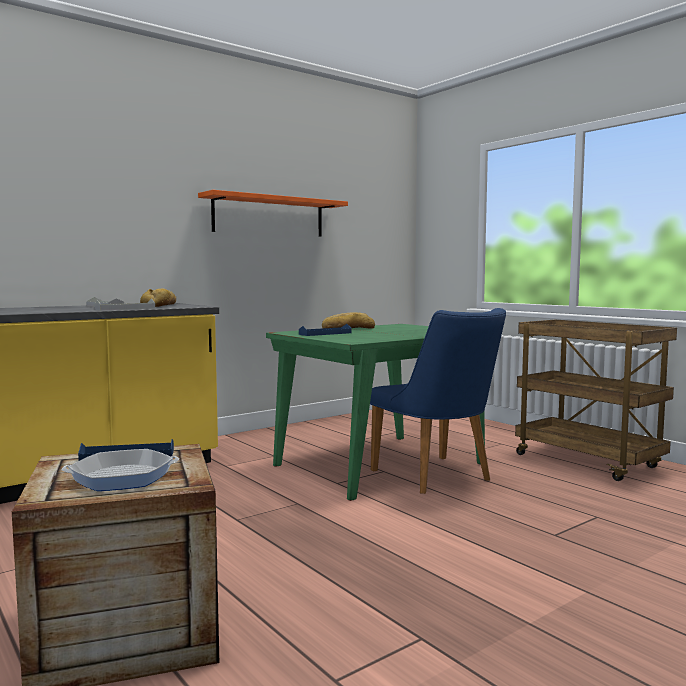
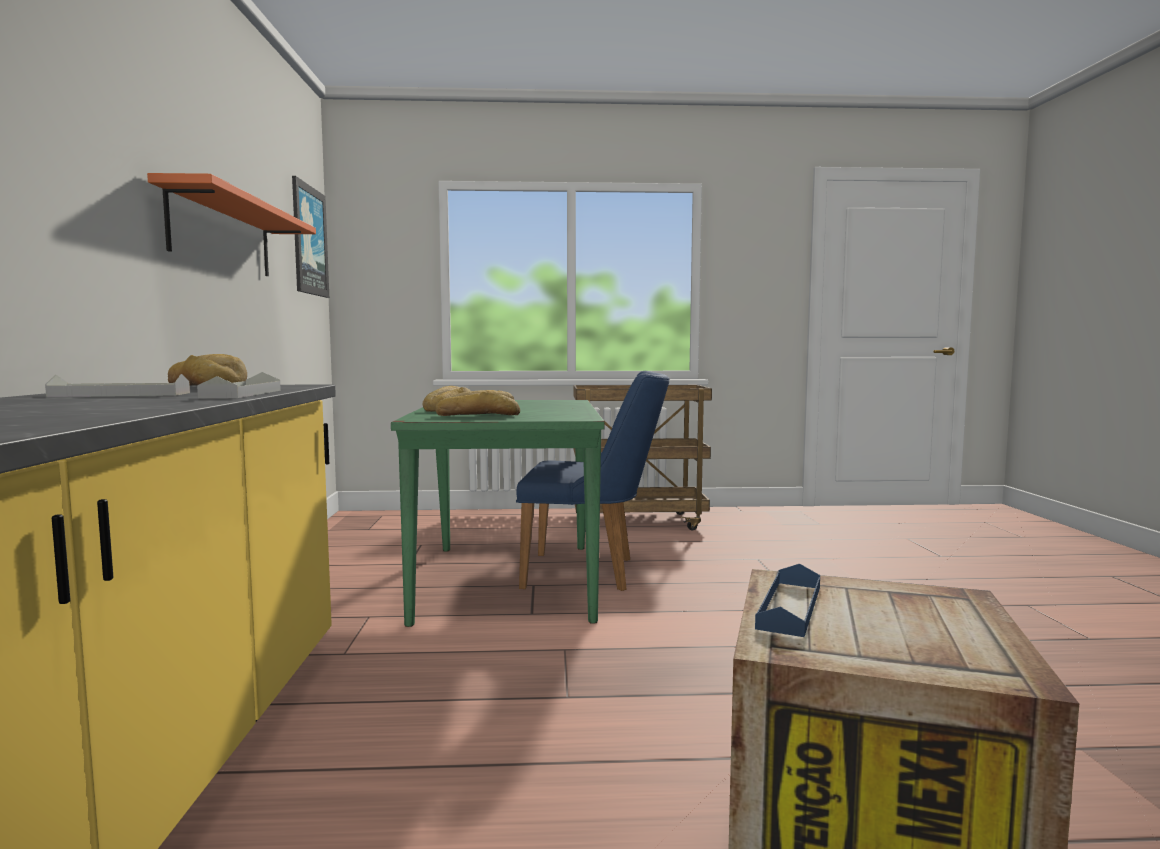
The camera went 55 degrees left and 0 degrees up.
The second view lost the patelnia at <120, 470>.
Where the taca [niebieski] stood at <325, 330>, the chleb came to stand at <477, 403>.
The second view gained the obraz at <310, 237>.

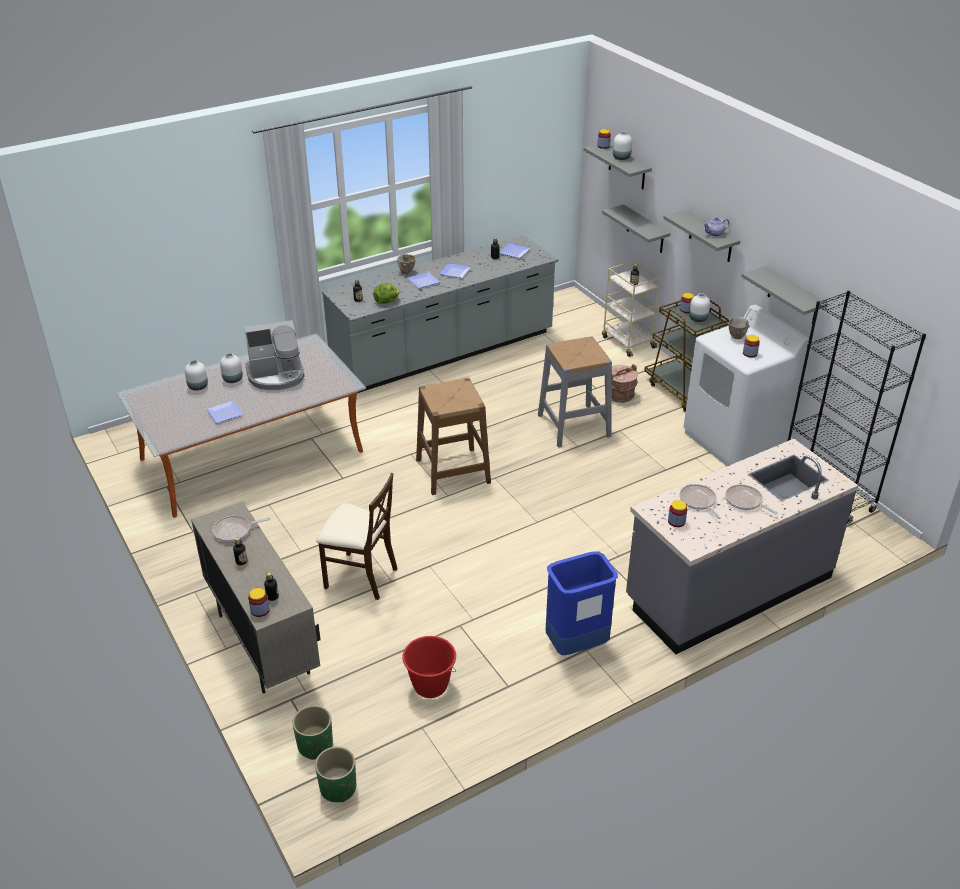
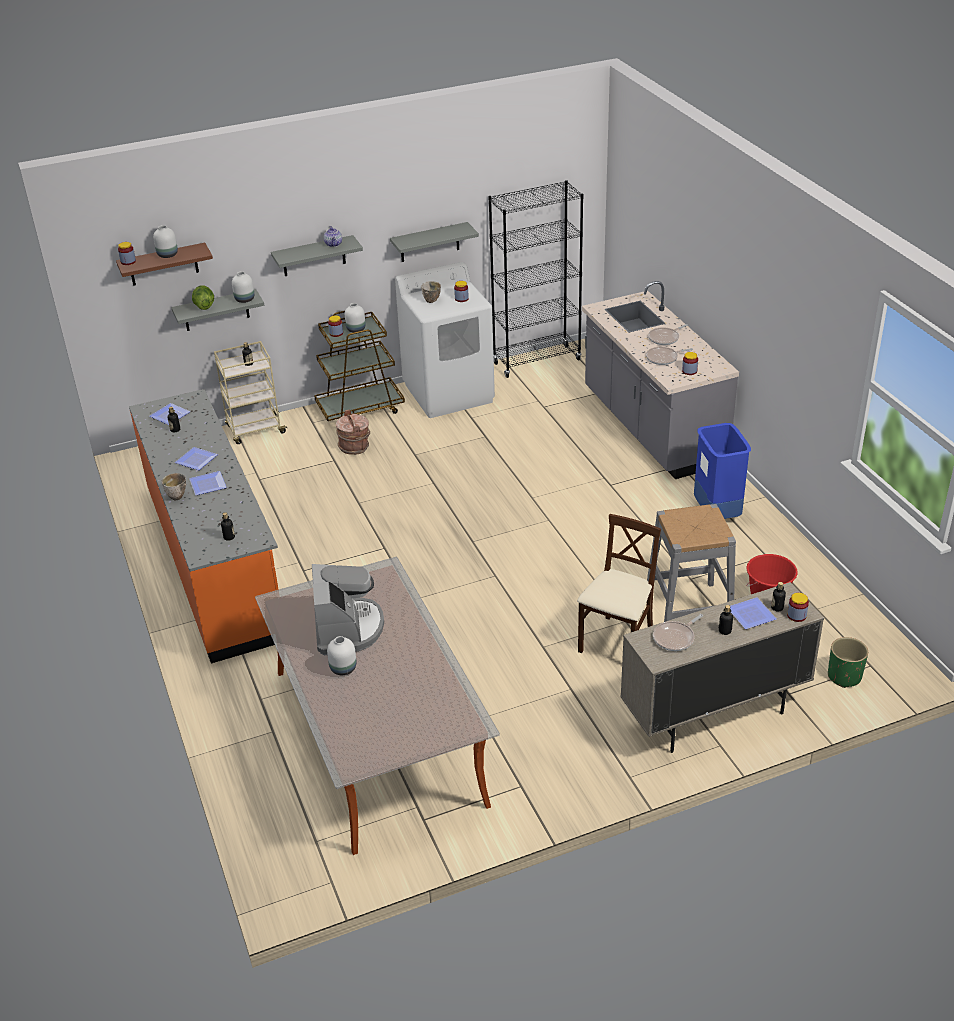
The camera went 80 degrees left and 0 degrees up.
The wazon [biały] ended up elsewhere, having gone from <196, 375> to <243, 287>.
The talerz ended up elsewhere, having gone from <225, 412> to <753, 613>.
The patelnia at <241, 528> ended up facing another way, 60 degrees clockwise from before.
The second view lost the donica [zielony] at <335, 775>.
What was the zabudowa kuchenna [szary] at <440, 314> turned into the zabudowa kuchenna [pomarańczowy] at <204, 526>.
The sałata ended up elsewhere, having gone from <386, 293> to <203, 298>.
The second view lost the stołek [brązowy] at <453, 436>.
The stołek [szary] ended up elsewhere, having gone from <575, 391> to <691, 563>.
What was the półka [szary] at <618, 166> turned into the półka [brązowy] at <164, 264>.

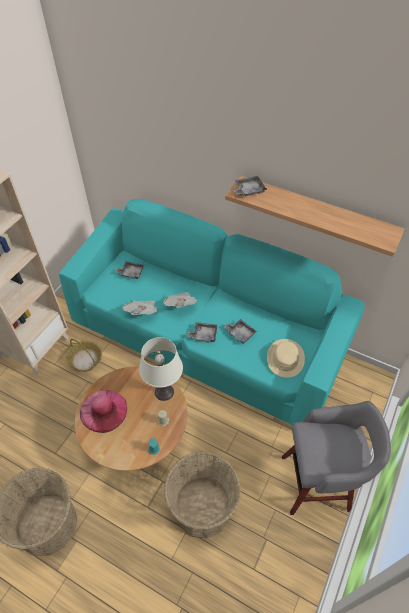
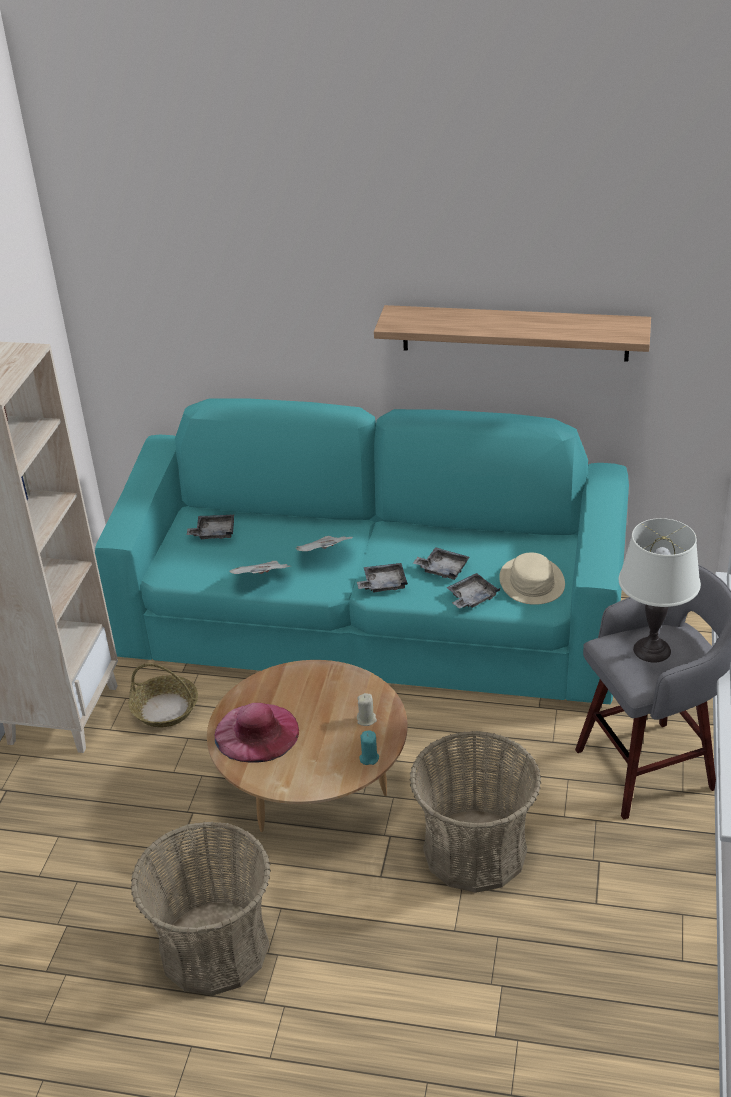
The camera went 15 degrees left and 15 degrees down.
The lampa stołowa [biały] ended up elsewhere, having gone from <161, 369> to <660, 590>.
The taca [szary] ended up elsewhere, having gone from <250, 186> to <473, 591>.

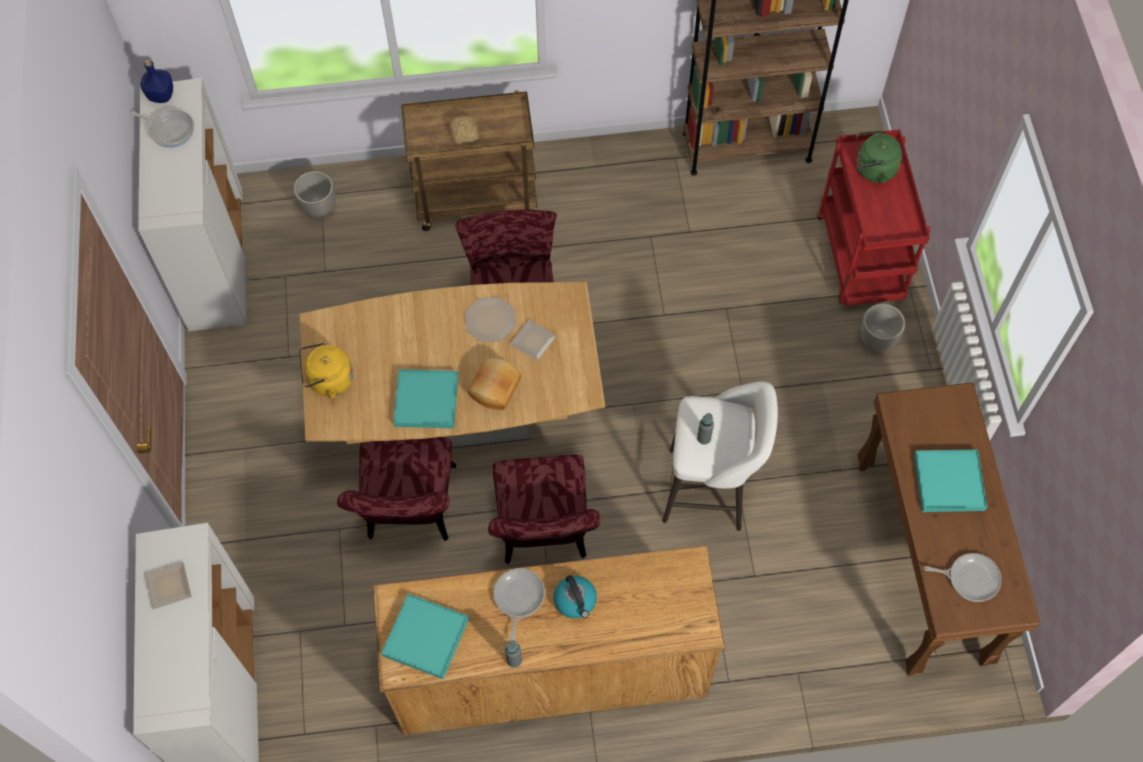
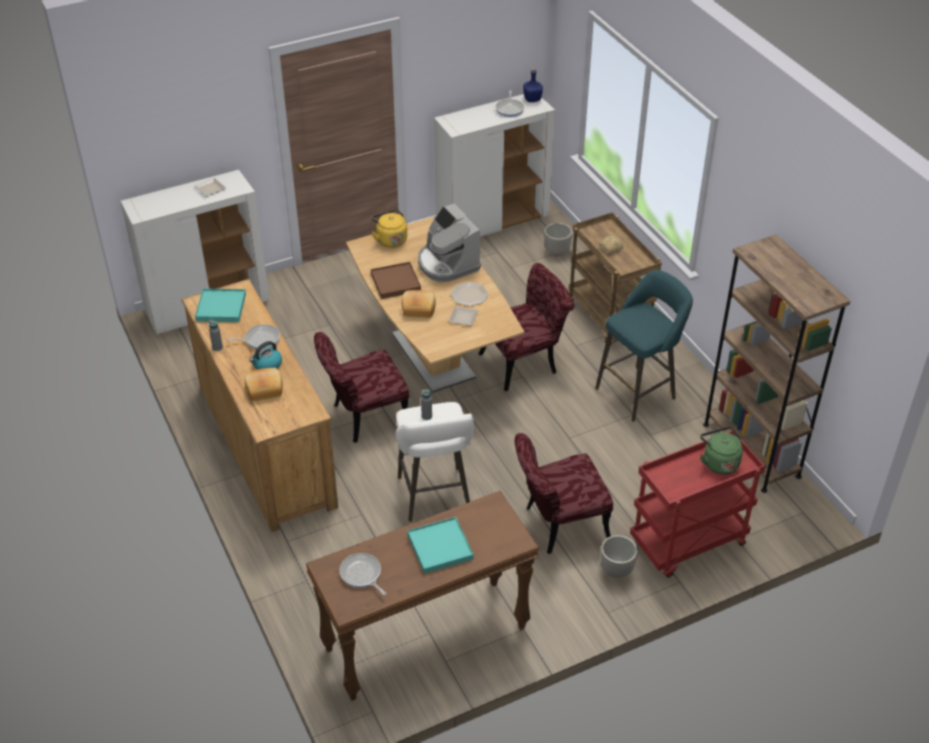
The camera went 70 degrees right and 20 degrees down.
The krzesło [czerwony] ended up elsewhere, having gone from <396, 489> to <564, 493>.
What was the taca [turkusowy] at <425, 399> turned into the taca [brązowy] at <396, 280>.
The patelnia at <963, 577> ended up facing another way, 150 degrees clockwise from before.
The second view gained the chleb at <264, 385>.
The second view gained the ekspres do kawy at <449, 242>.
The second view gained the stołek [turkusowy] at <644, 346>.

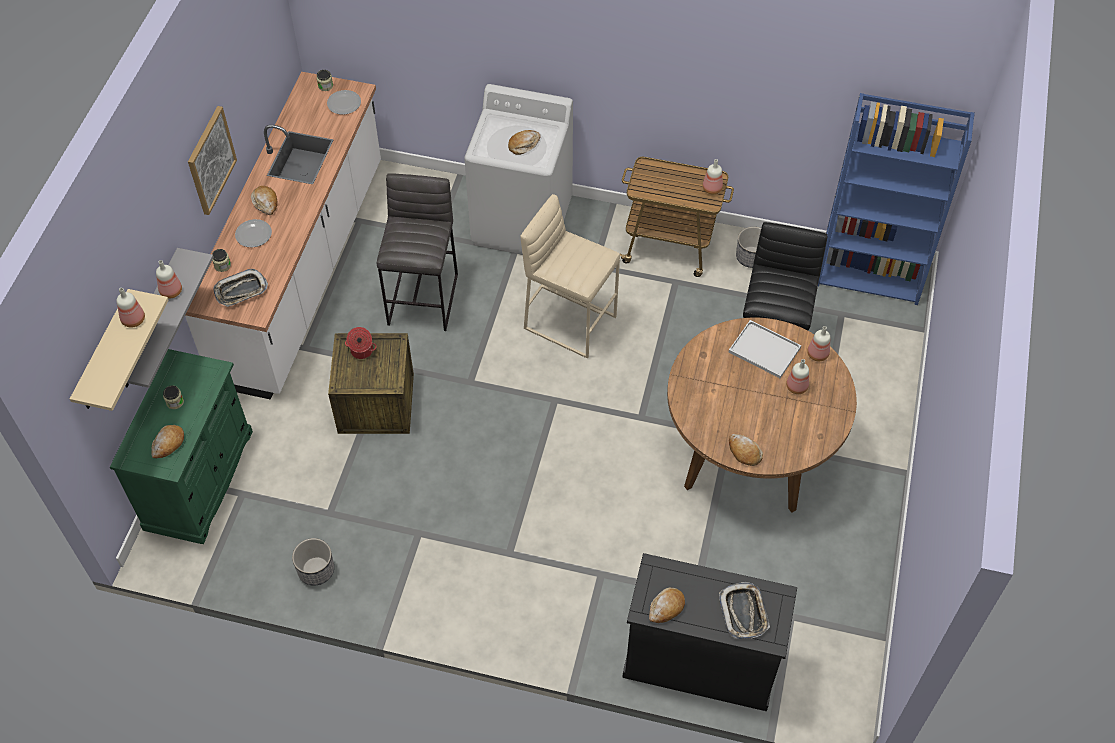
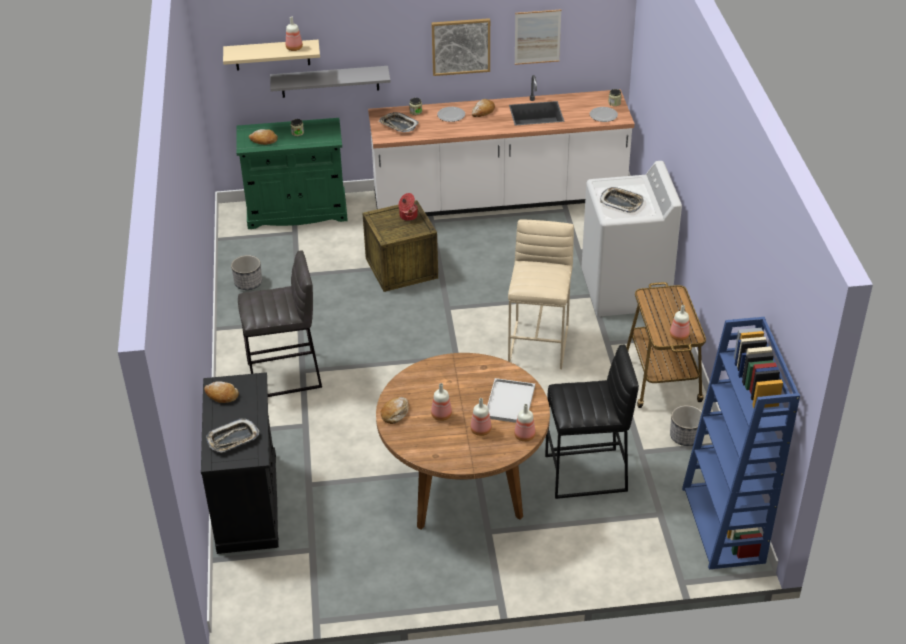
The camera went 70 degrees right and 15 degrees down.
The butelka ended up elsewhere, having gone from <169, 279> to <441, 402>.
The stołek [szary] ended up elsewhere, having gone from <417, 252> to <280, 323>.
Where the chleb stood at <524, 142>, the taca came to stand at <622, 200>.
The second view gained the obraz at <538, 37>.

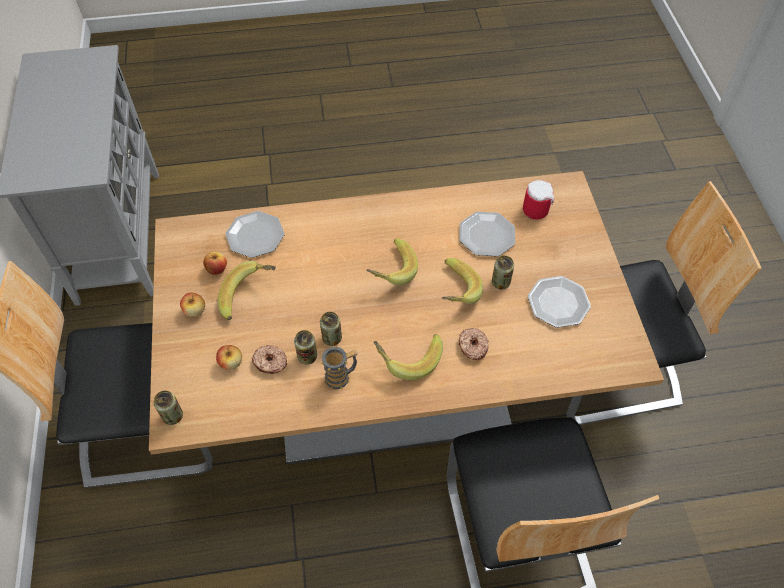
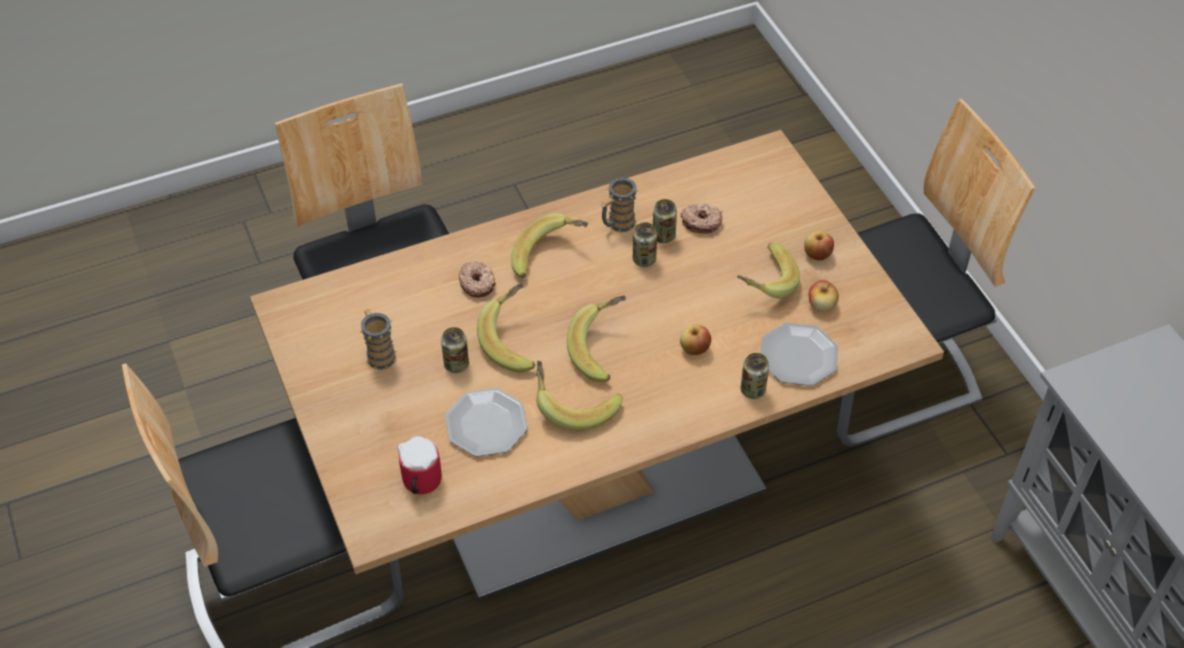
The camera went 165 degrees right and 5 degrees down.
The puszka ended up elsewhere, having gone from <168, 408> to <755, 376>.
The jabłko ended up elsewhere, having gone from <229, 357> to <695, 340>.
Where the talerz stood at <559, 302>, the kubek came to stand at <378, 339>.
The second view gained the banan at <579, 396>.

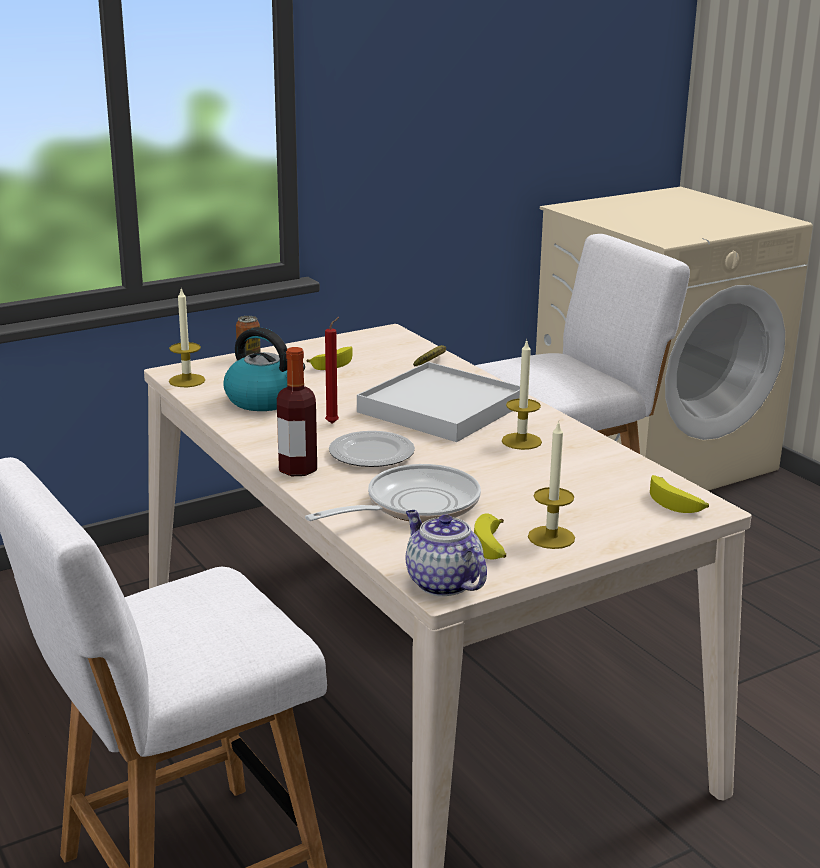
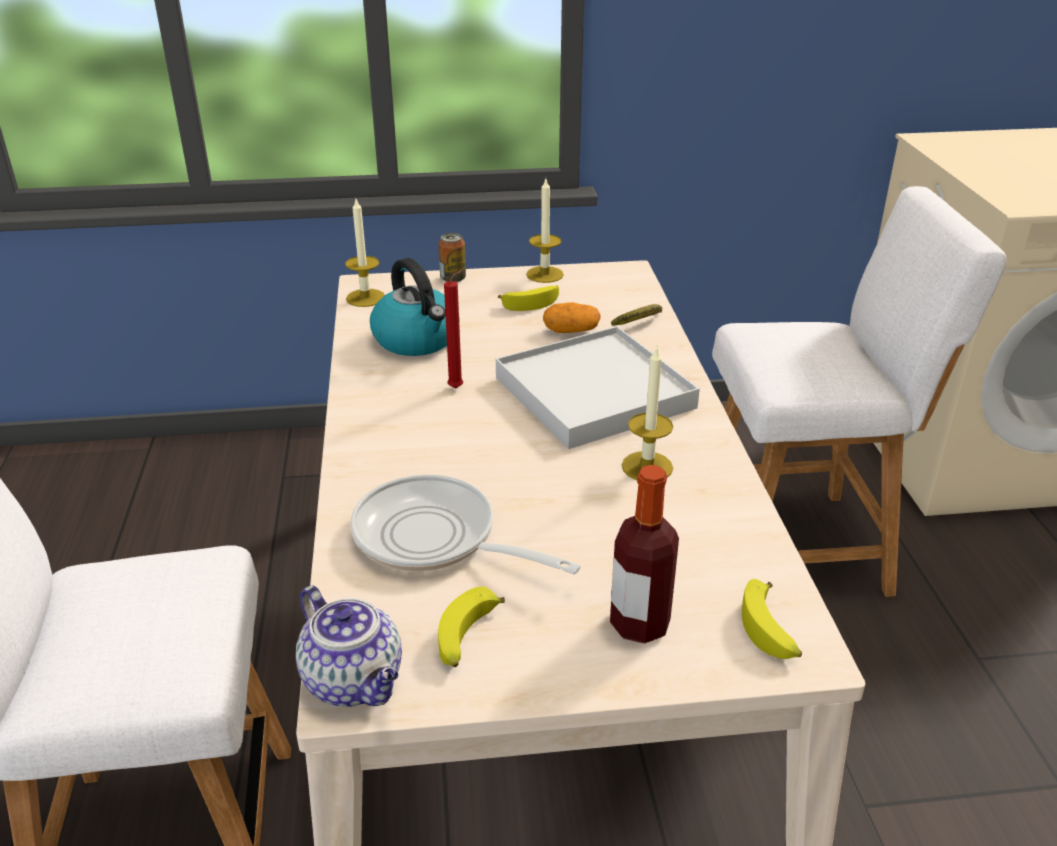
The camera went 25 degrees right and 10 degrees up.
The butelka ended up elsewhere, having gone from <297, 411> to <644, 554>.
The patelnia at <393, 493> ended up facing another way, 135 degrees counterclockwise from before.
The second view lost the talerz at <372, 449>.
The imbryk at <446, 553> ended up facing another way, 150 degrees clockwise from before.
The świeca ended up elsewhere, having gone from <551, 485> to <545, 231>.
The second view gained the ziemniak at <571, 317>.

